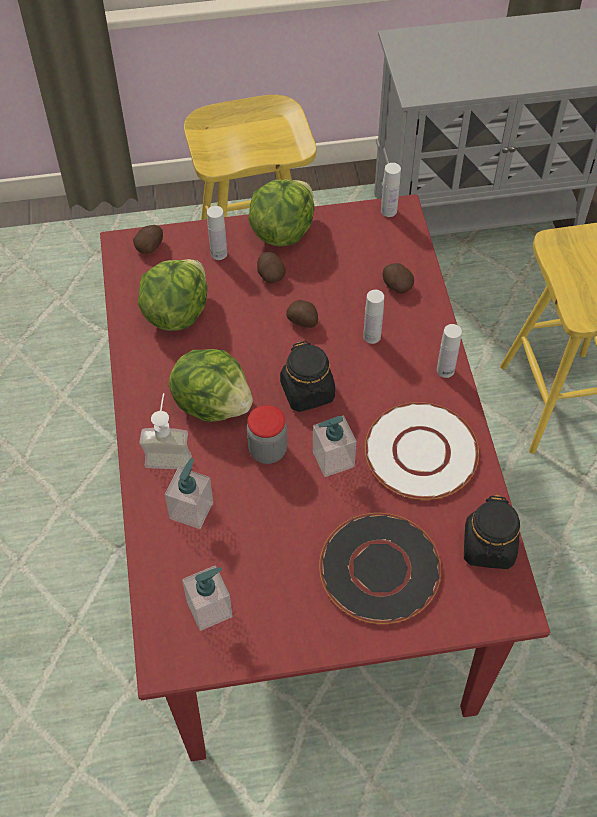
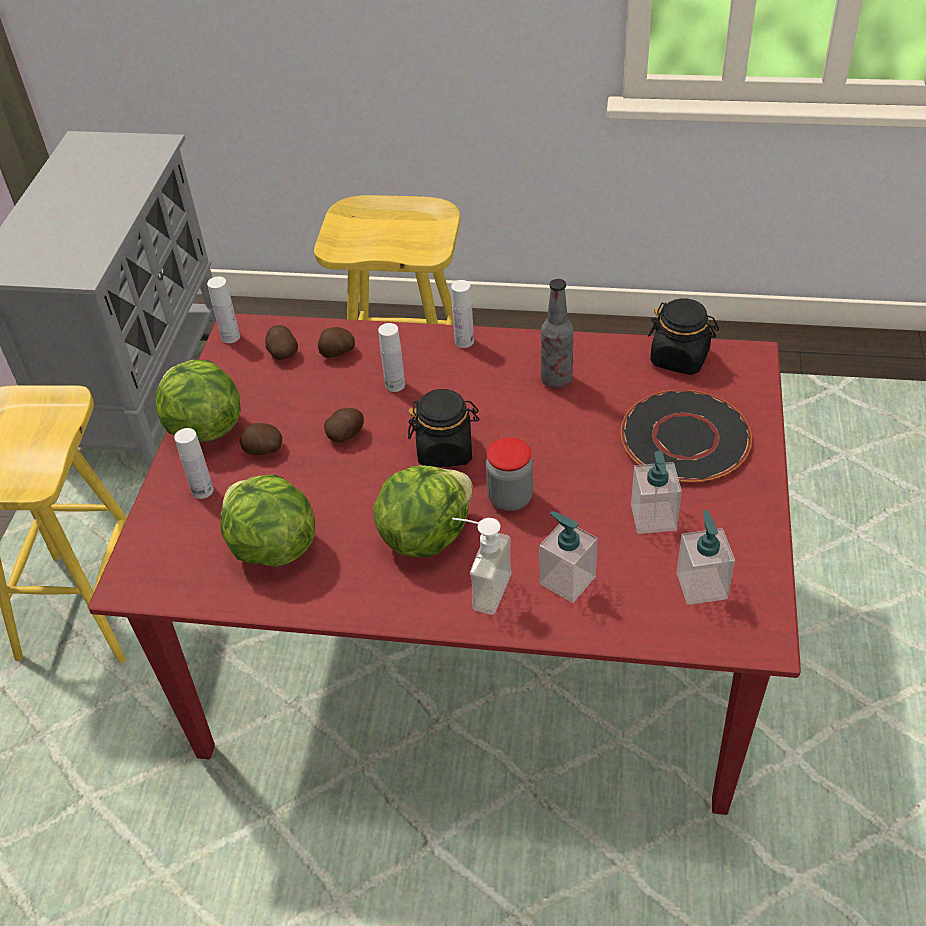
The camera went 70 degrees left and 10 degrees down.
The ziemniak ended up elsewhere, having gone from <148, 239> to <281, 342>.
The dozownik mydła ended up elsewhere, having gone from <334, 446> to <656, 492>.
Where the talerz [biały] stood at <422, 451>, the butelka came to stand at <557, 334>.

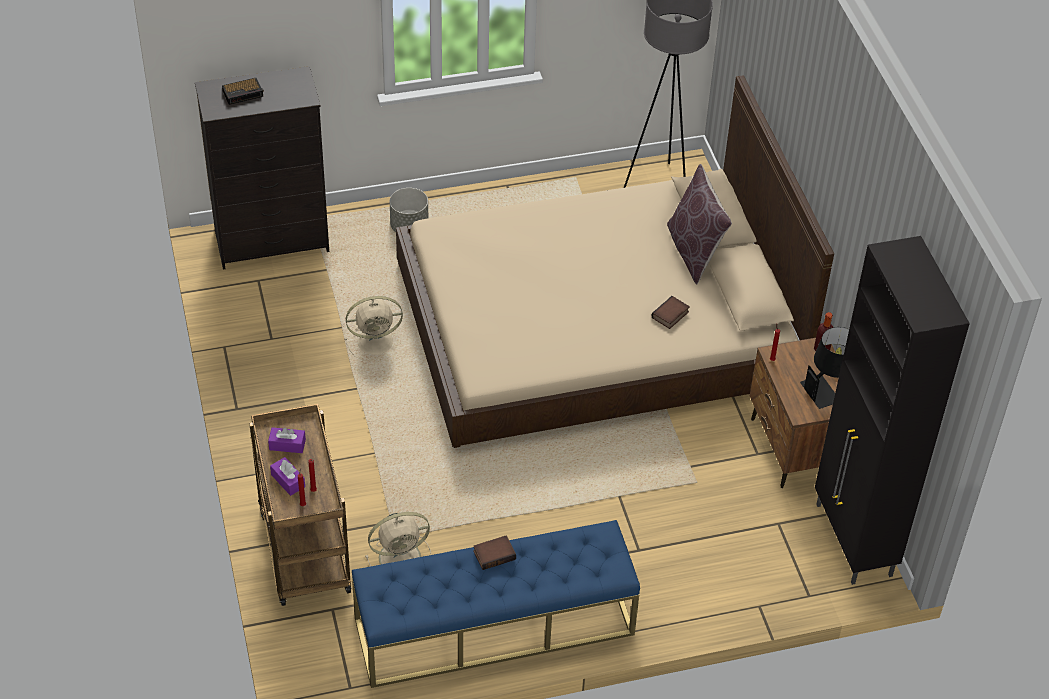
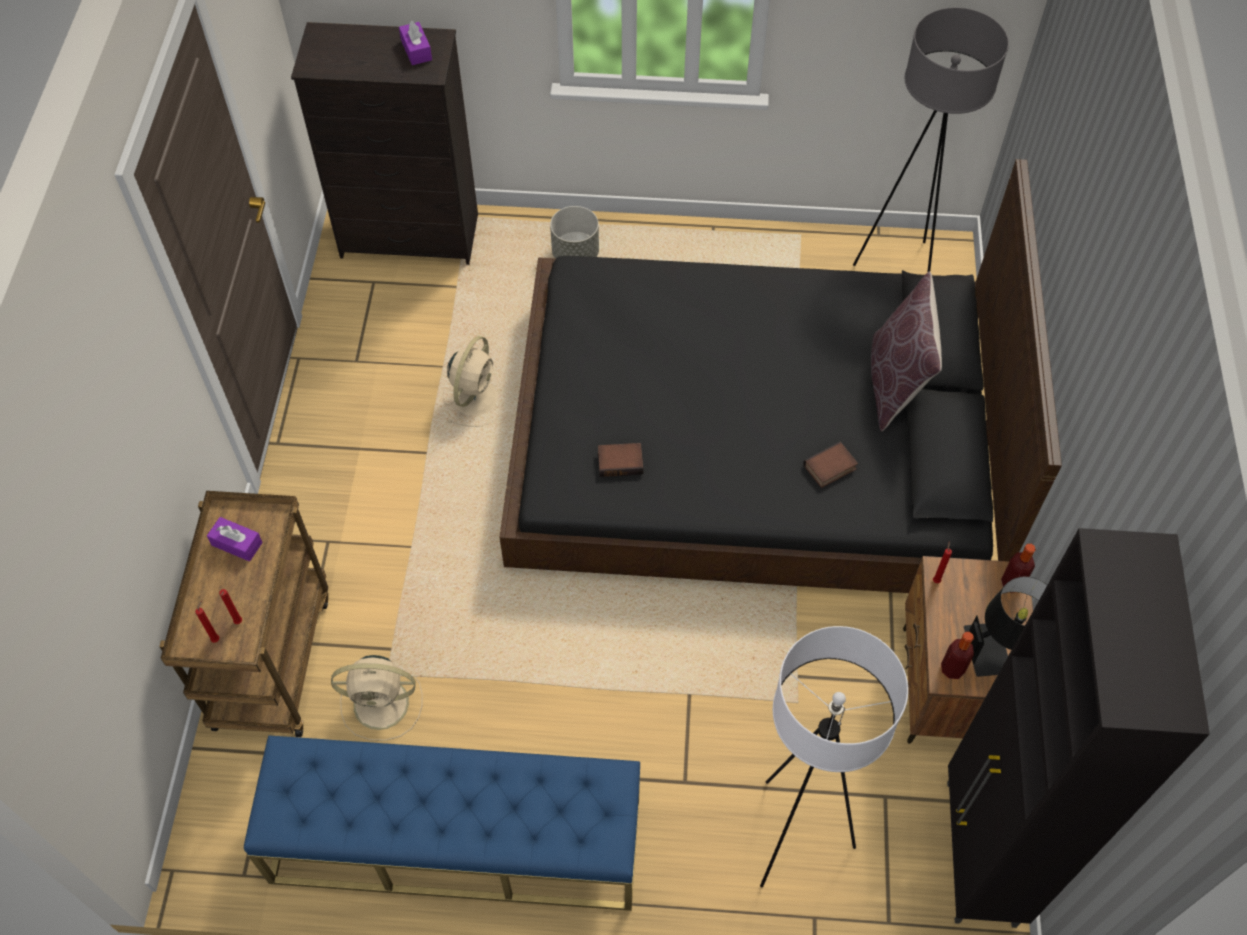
The camera went 20 degrees right and 10 degrees up.
The second view lost the budzik at <243, 91>.
The pudełko chusteczek [fioletowy] ended up elsewhere, having gone from <287, 476> to <415, 42>.
The wentylator [beżowy] at <373, 328> ended up facing another way, 75 degrees counterclockwise from before.
What was the łóżko [beżowy] at <615, 261> turned into the łóżko [czarny] at <780, 376>.
The książka ended up elsewhere, having gone from <494, 552> to <620, 460>.
The second view gained the lampa stojąca [biały] at <834, 757>.
The second view gained the butelka at <957, 655>.

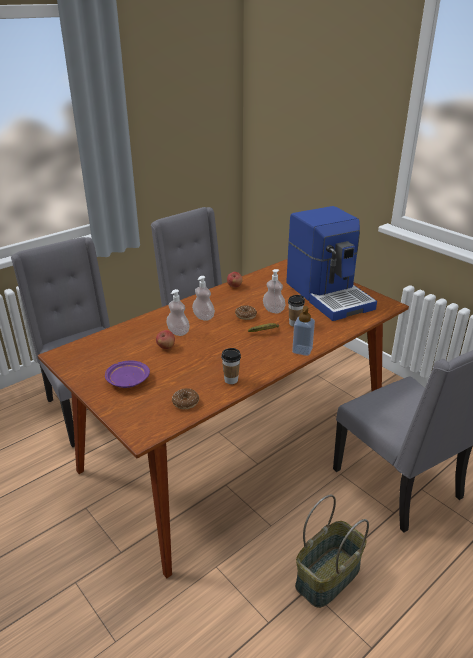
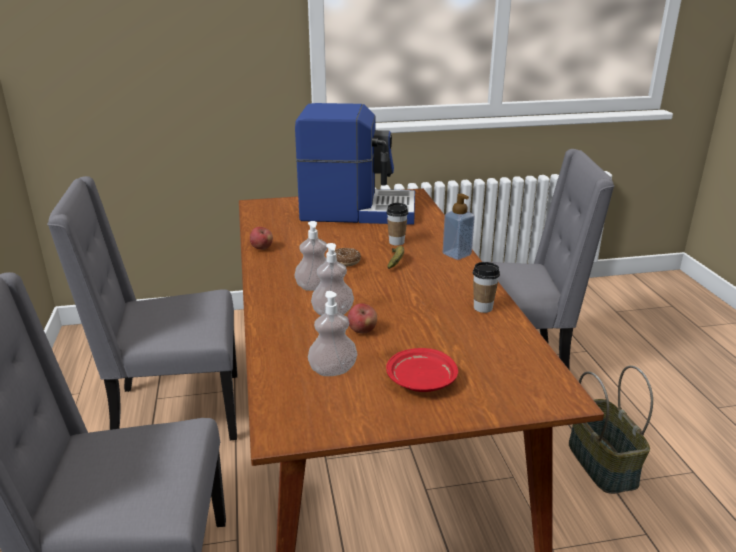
The camera went 60 degrees left and 5 degrees down.
What was the talerz [fioletowy] at <127, 374> turned into the talerz [czerwony] at <422, 370>.
The second view lost the donut at <185, 398>.
The dozownik mydła ended up elsewhere, having gone from <274, 291> to <332, 333>.

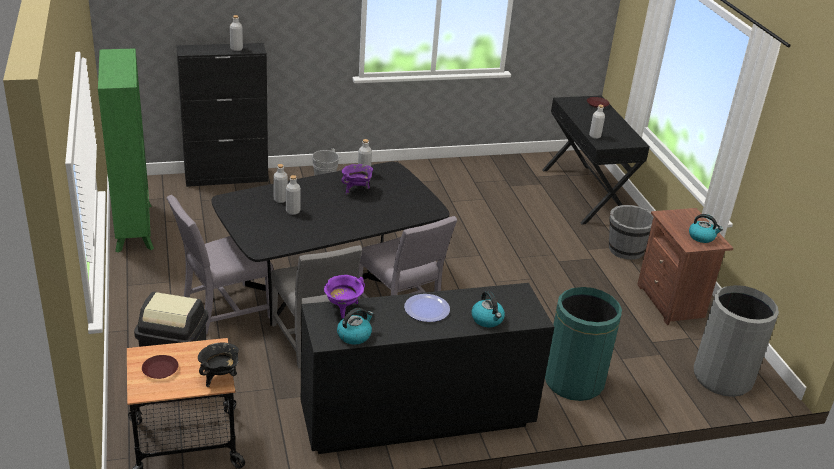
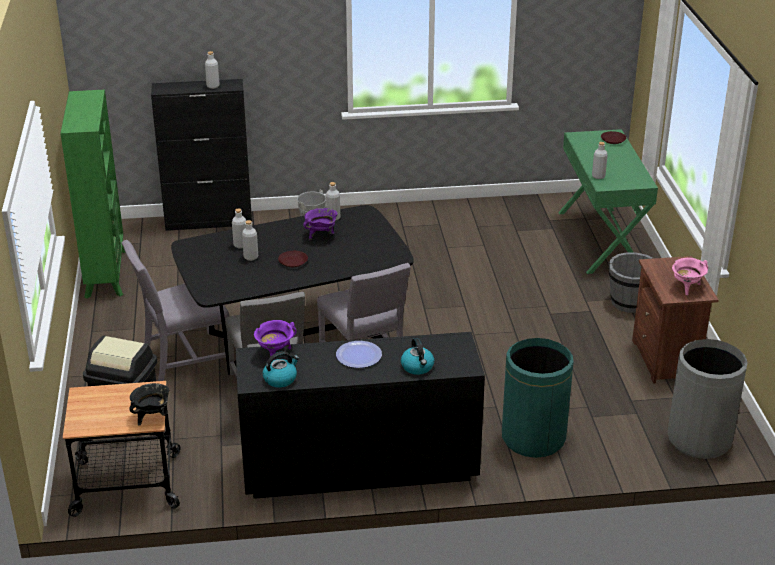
The camera went 10 degrees right and 0 degrees up.
The talerz [brązowy] ended up elsewhere, having gone from <160, 367> to <293, 259>.
What was the stolik konsolowy [czarny] at <596, 160> turned into the stolik konsolowy [zielony] at <608, 201>.
Where the czajnik stood at <706, 228>, the garnek [różowy] came to stand at <690, 277>.

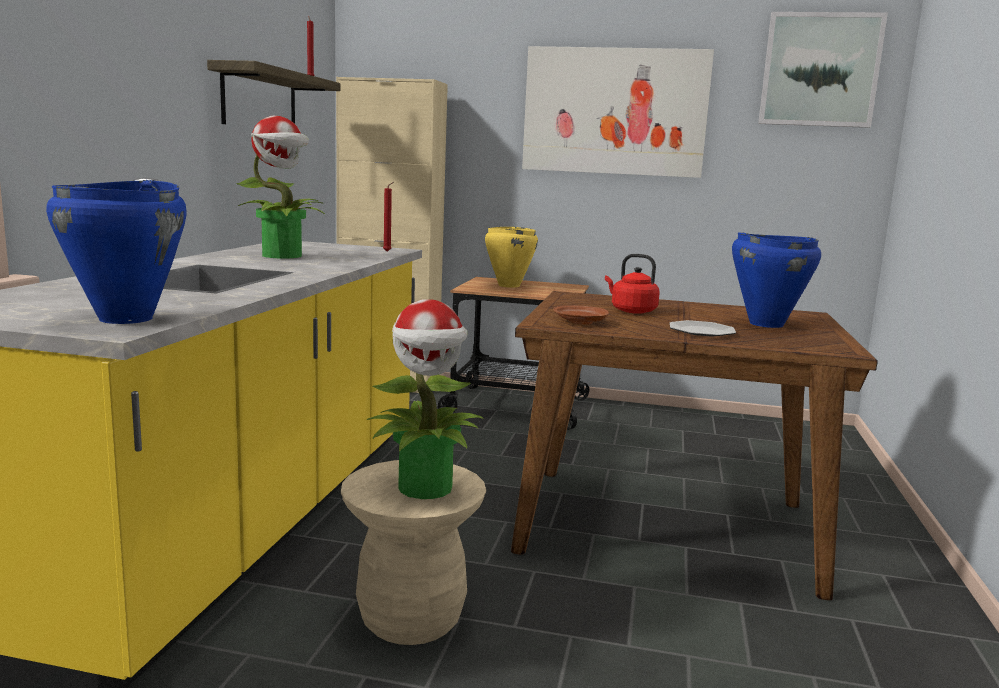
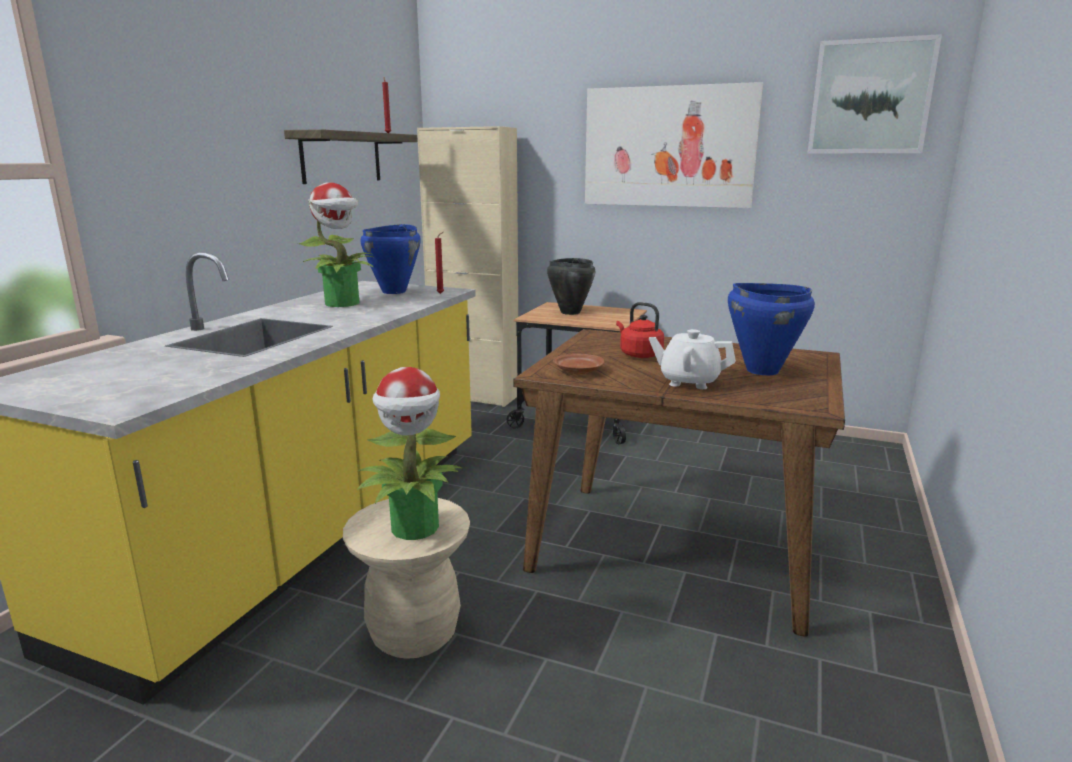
The camera went 10 degrees right and 5 degrees up.
The garnek [niebieski] ended up elsewhere, having gone from <116, 252> to <391, 259>.
What was the garnek [żółty] at <511, 257> turned into the garnek [czarny] at <571, 286>.
Where the talerz stood at <702, 328>, the imbryk [biały] came to stand at <692, 359>.

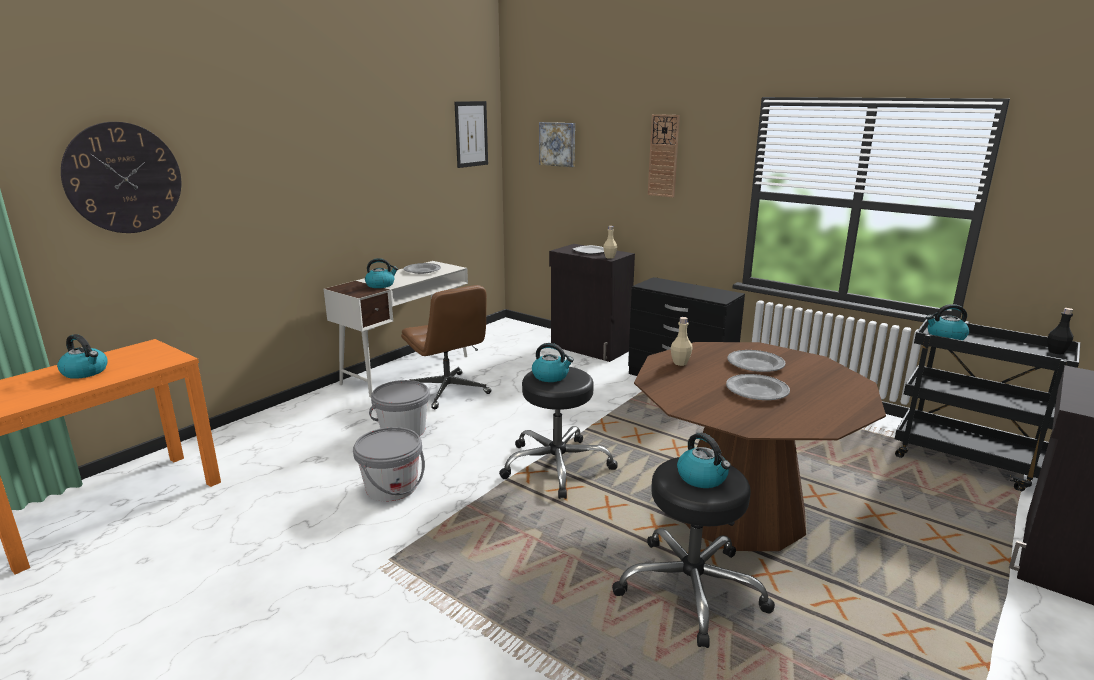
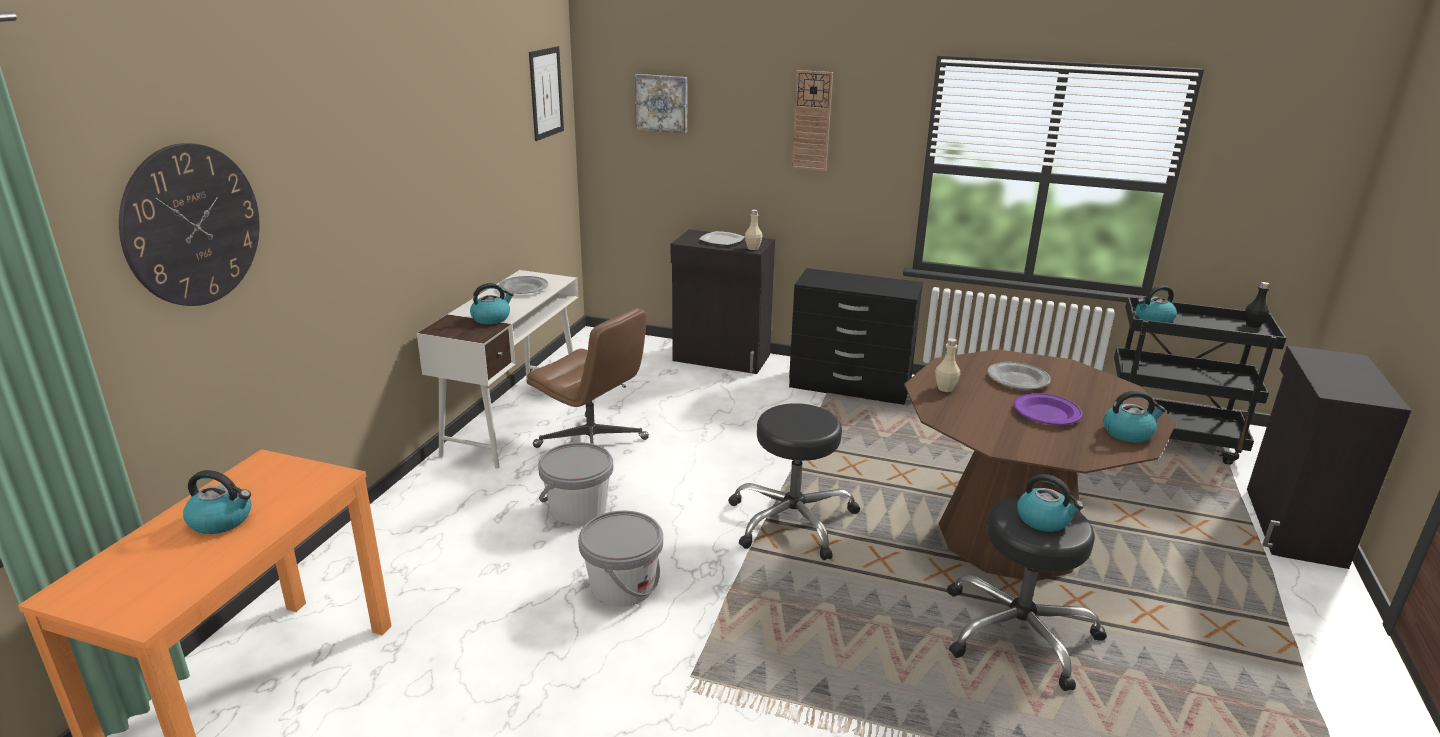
The camera went 20 degrees left and 5 degrees up.
The czajnik ended up elsewhere, having gone from <553, 362> to <1134, 417>.
What was the talerz [szary] at <758, 387> turned into the talerz [fioletowy] at <1048, 409>.

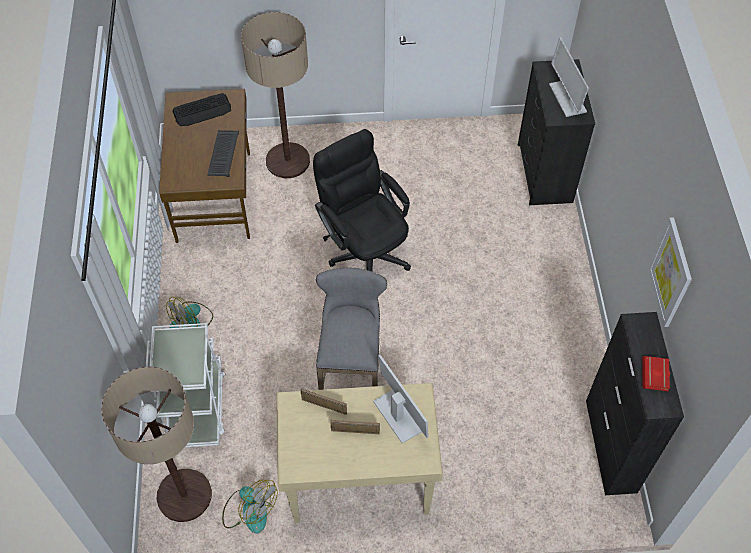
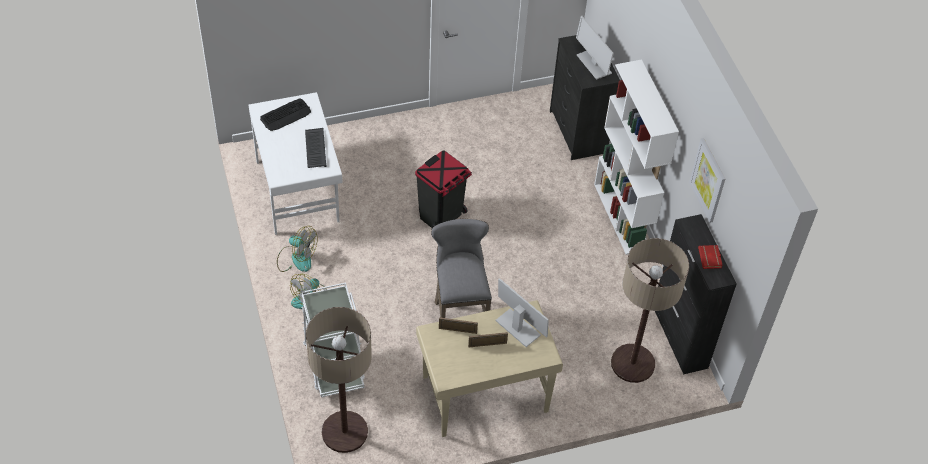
The camera went 15 degrees left and 5 degrees down.
What was the biurko [brązowy] at <204, 166> turned into the biurko [biały] at <296, 163>.
The wentylator ended up elsewhere, having gone from <250, 507> to <297, 249>.
The lampa stojąca ended up elsewhere, having gone from <275, 95> to <650, 310>.
Where the krzesło biurowe [czarny] stood at <362, 200>, the kosz na śmieci [czarny] came to stand at <443, 189>.
The second view gained the regał [biały] at <636, 157>.

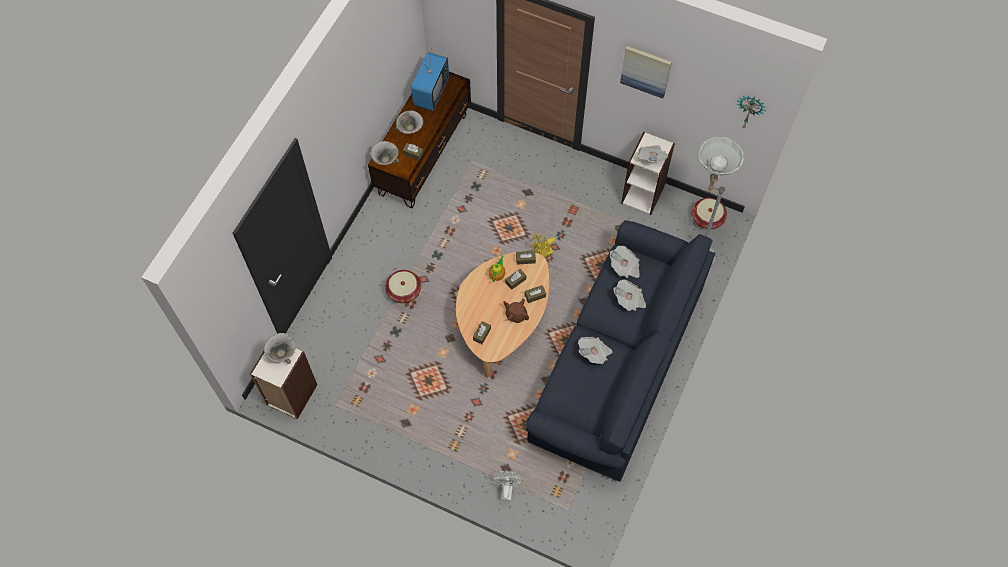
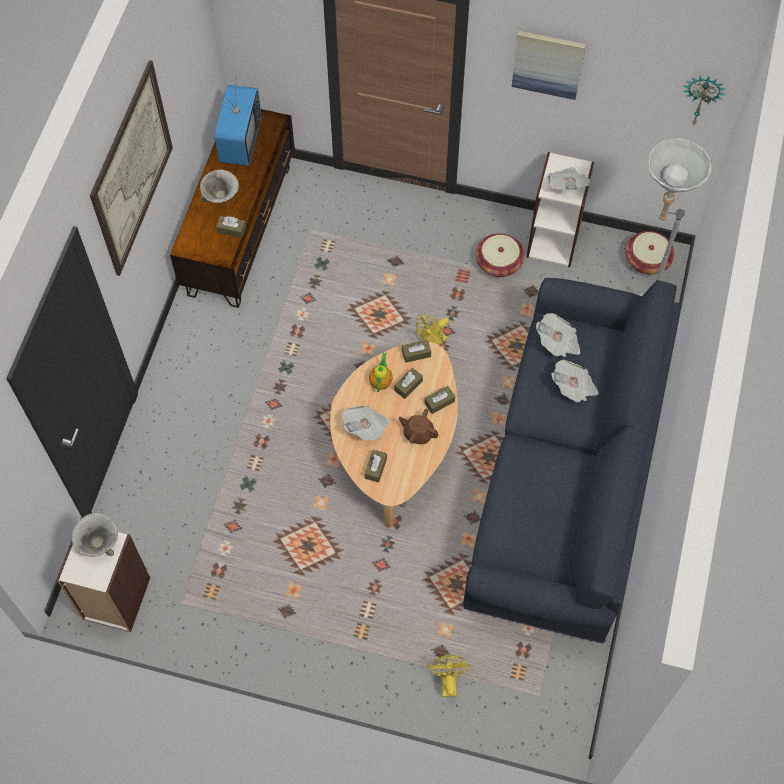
The camera went 10 degrees left and 0 degrees up.
The second view lost the miska at <385, 153>.
The koszyk ended up elsewhere, having gone from <403, 286> to <500, 255>.
What was the wentylator [biały] at <508, 486> turned into the wentylator [żółty] at <449, 676>.
The gazeta ended up elsewhere, having gone from <595, 350> to <366, 422>.
The second view gained the obraz at <131, 168>.

